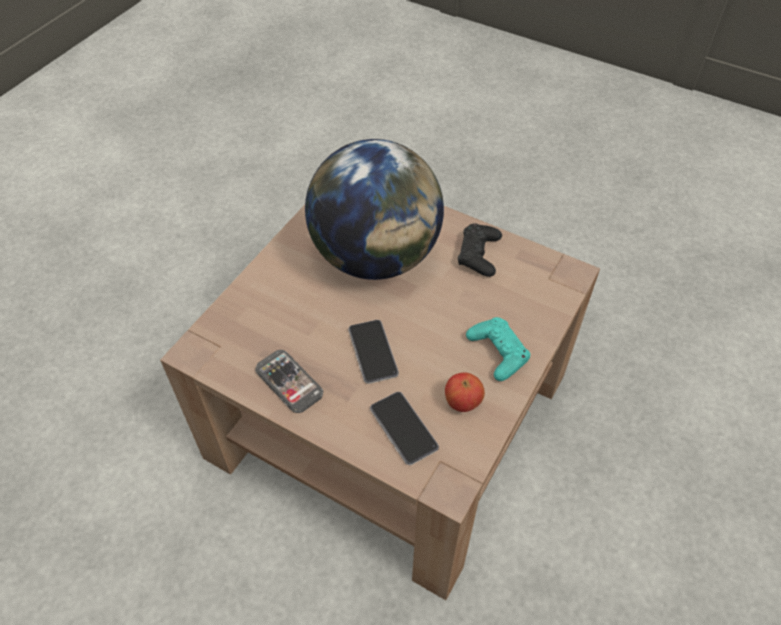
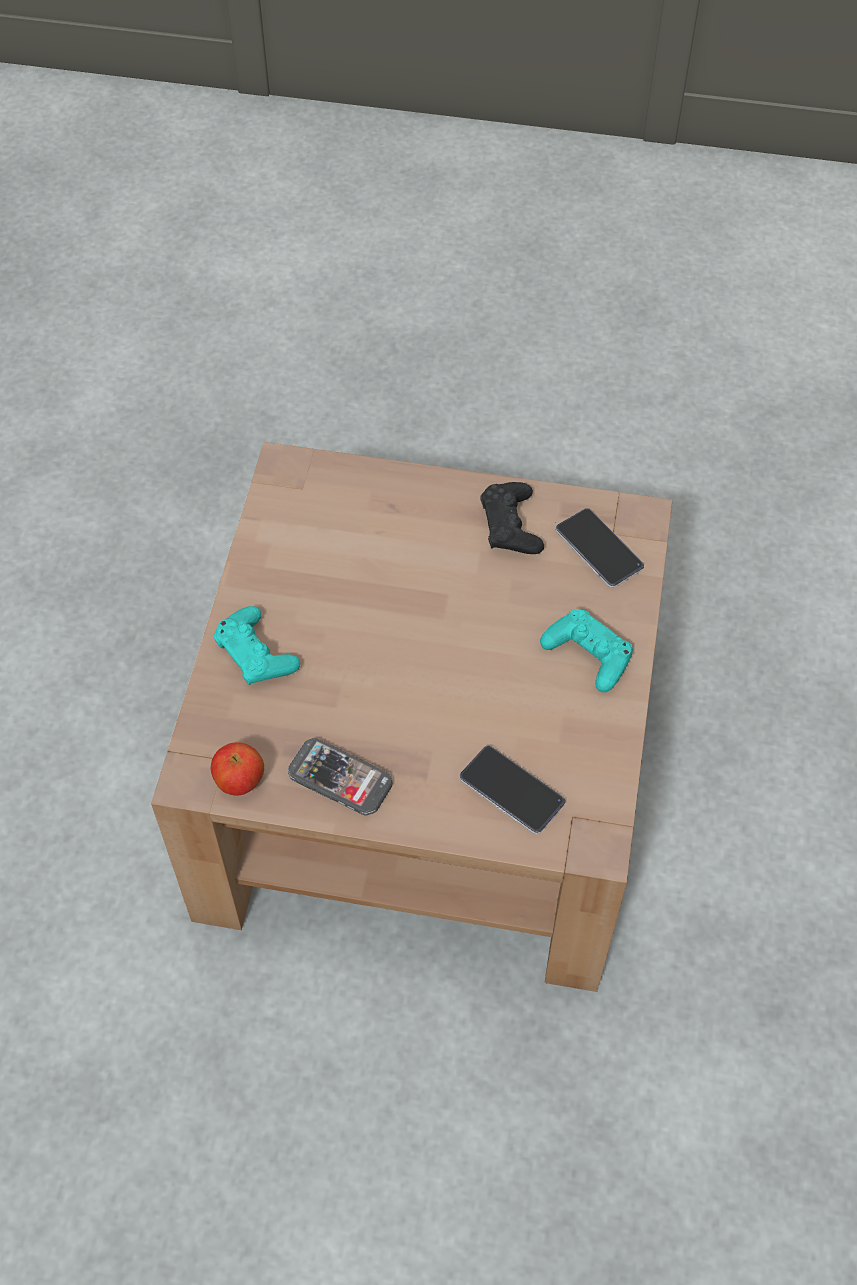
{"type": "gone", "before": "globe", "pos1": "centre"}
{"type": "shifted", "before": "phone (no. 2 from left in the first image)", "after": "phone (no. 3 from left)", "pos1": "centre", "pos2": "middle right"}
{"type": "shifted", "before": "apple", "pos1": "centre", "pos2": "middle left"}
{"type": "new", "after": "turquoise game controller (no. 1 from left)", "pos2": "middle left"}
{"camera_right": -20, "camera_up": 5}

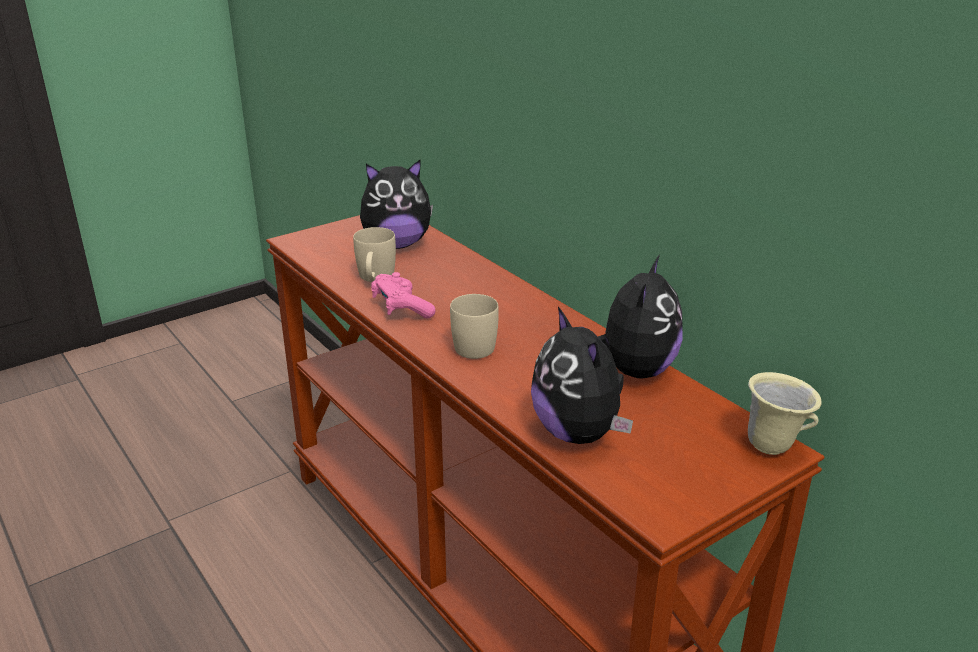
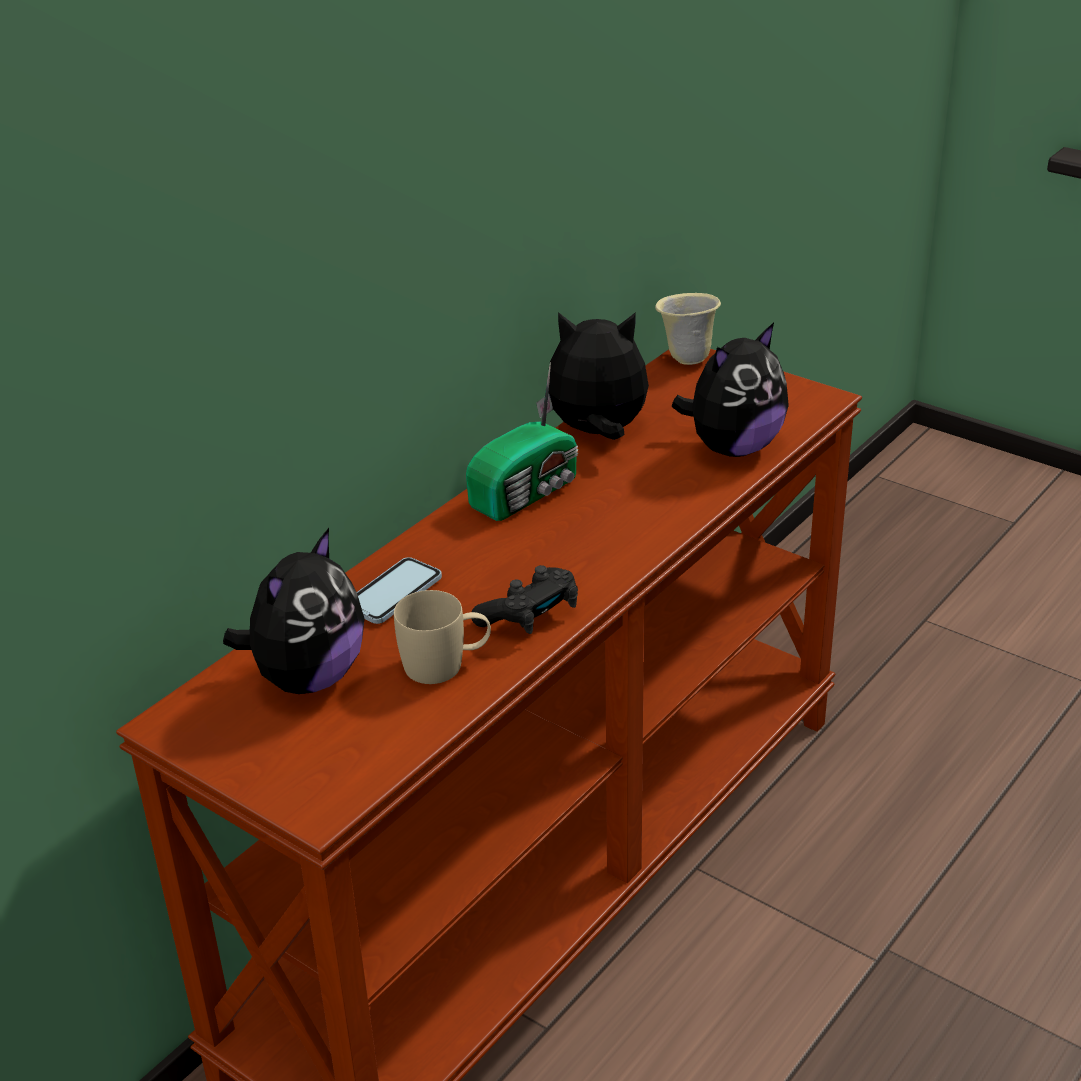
{"type": "rotated", "before": "plush toy (no. 1 from left)", "pos1": "top centre", "pos2": "middle left", "turn": 60}
{"type": "repainted", "before": "pink game controller", "after": "black game controller", "pos1": "centre", "pos2": "centre"}
{"type": "gone", "before": "beige mug (no. 2 from left)", "pos1": "centre"}
{"type": "new", "after": "radio", "pos2": "centre"}
{"type": "new", "after": "phone", "pos2": "centre"}
{"camera_right": -105, "camera_up": 5}

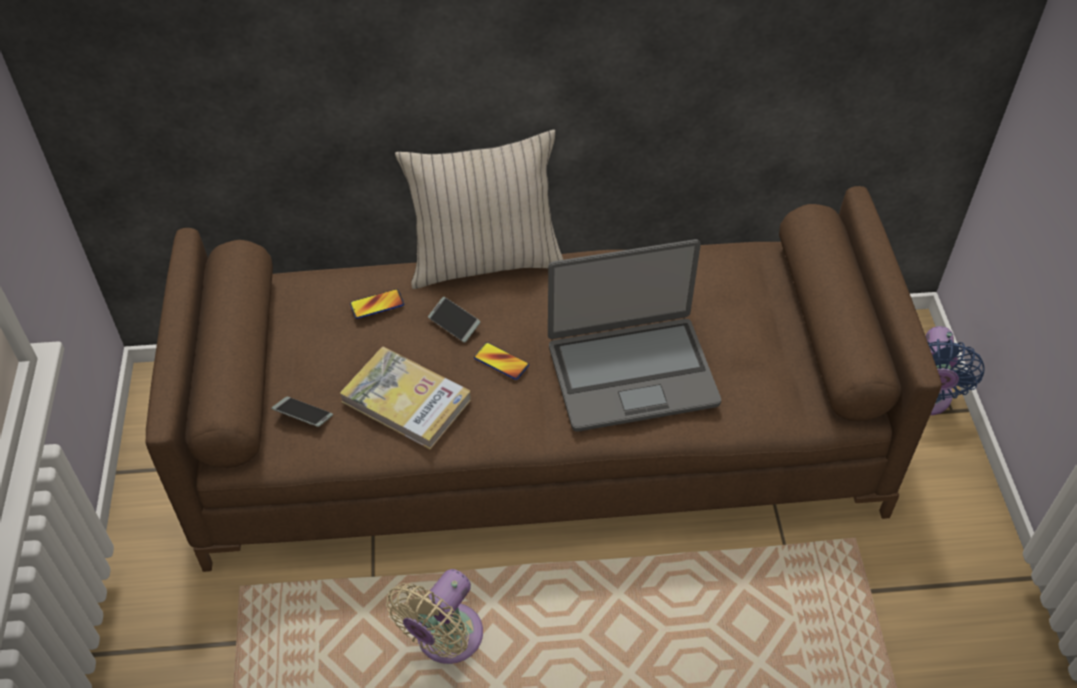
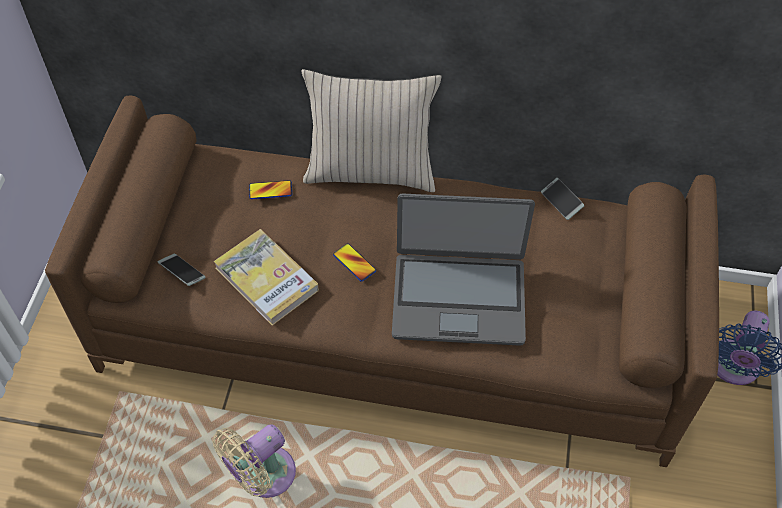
{"type": "shifted", "before": "phone (no. 3 from left in the first image)", "after": "phone (no. 4 from left)", "pos1": "centre", "pos2": "middle right"}
{"camera_right": 15, "camera_up": 5}

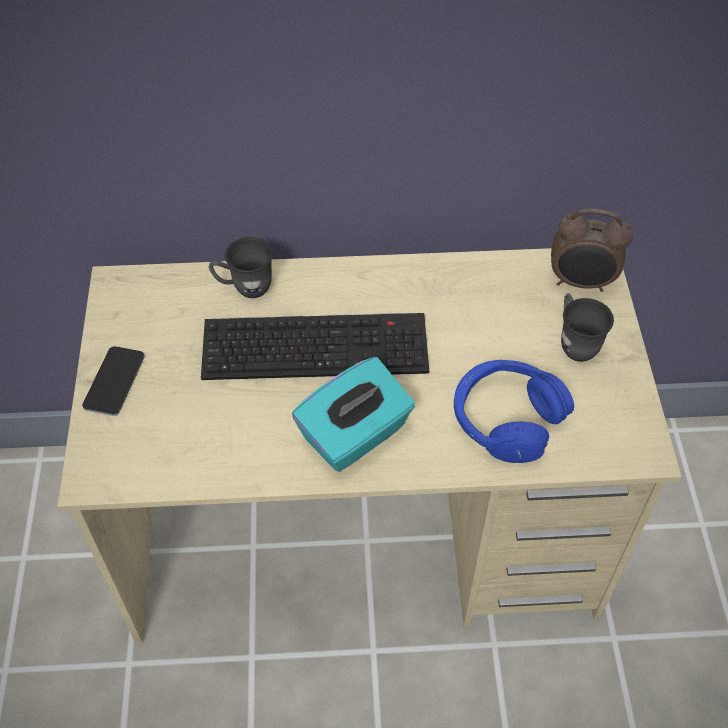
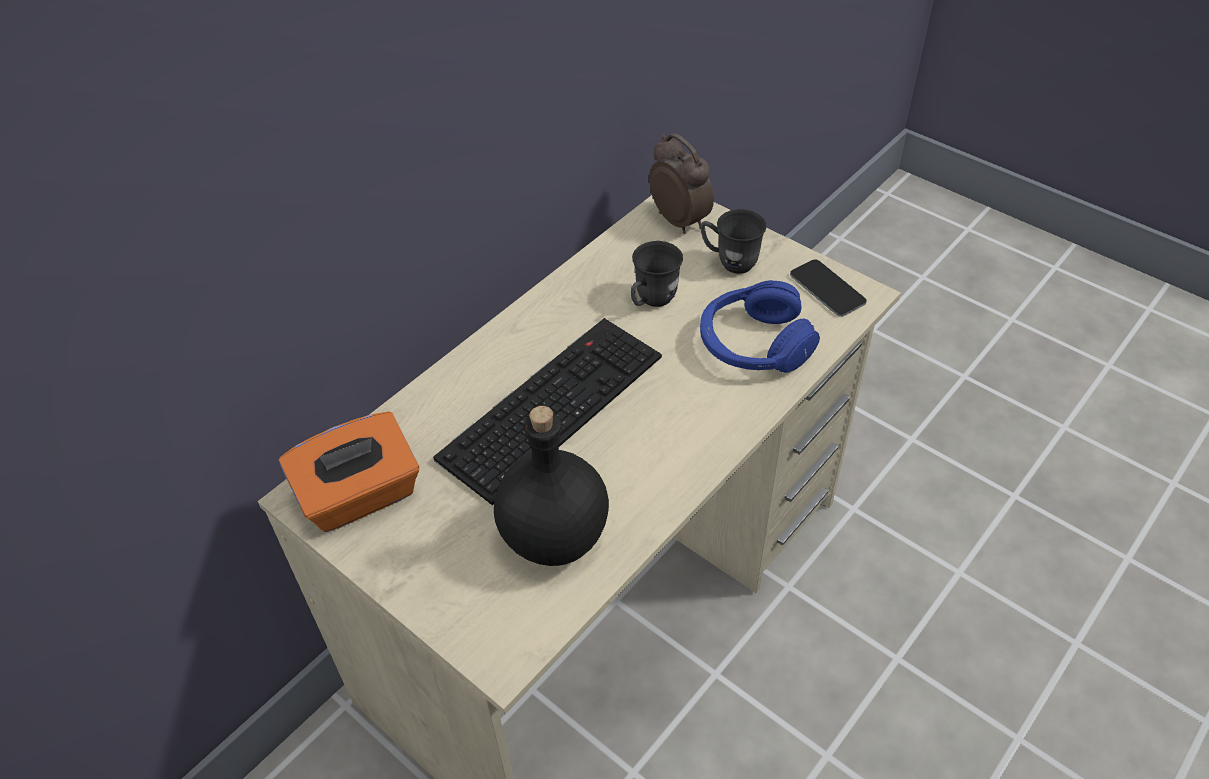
{"type": "rotated", "before": "alarm clock", "pos1": "middle right", "pos2": "top centre", "turn": -90}
{"type": "shifted", "before": "grey mug (no. 1 from left)", "pos1": "middle left", "pos2": "centre"}
{"type": "shifted", "before": "phone", "pos1": "middle left", "pos2": "middle right"}
{"type": "gone", "before": "turquoise tissue box", "pos1": "centre"}
{"type": "new", "after": "black bottle", "pos2": "centre"}
{"type": "new", "after": "orange tissue box", "pos2": "middle left"}
{"camera_right": -45, "camera_up": -5}

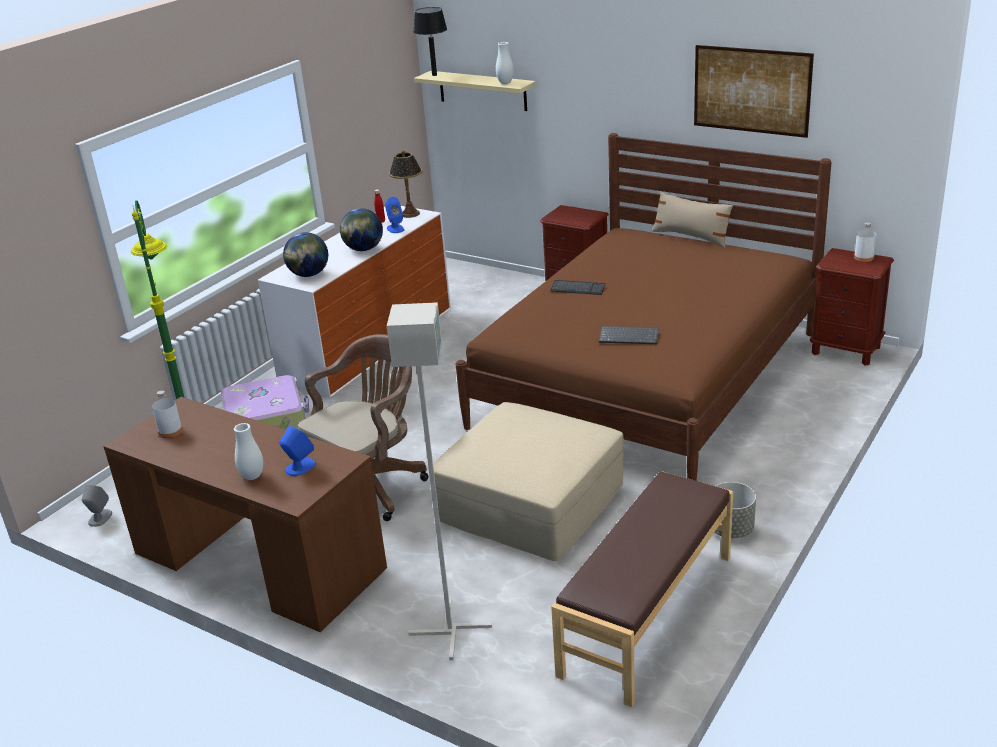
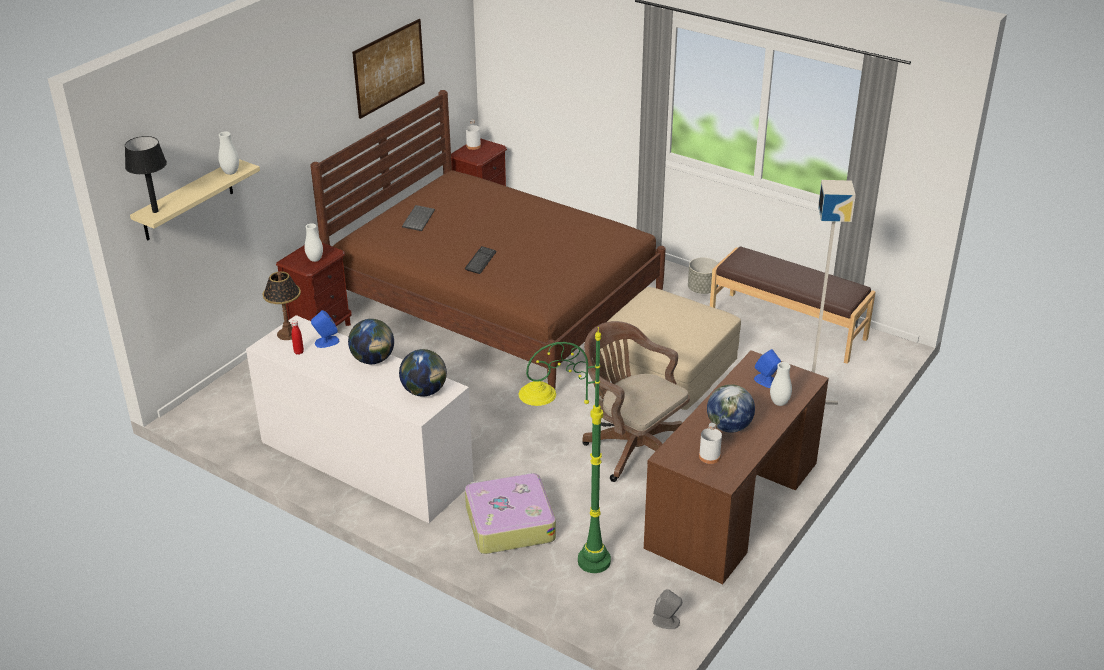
{"type": "gone", "before": "beige pillow", "pos1": "top right"}
{"type": "shifted", "before": "keyboard (no. 2 from left in the first image)", "after": "keyboard (no. 1 from left)", "pos1": "centre", "pos2": "top centre"}
{"type": "new", "after": "white vase (no. 2 from left)", "pos2": "middle left"}
{"type": "new", "after": "globe (no. 3 from left)", "pos2": "centre"}
{"camera_right": -90, "camera_up": 5}

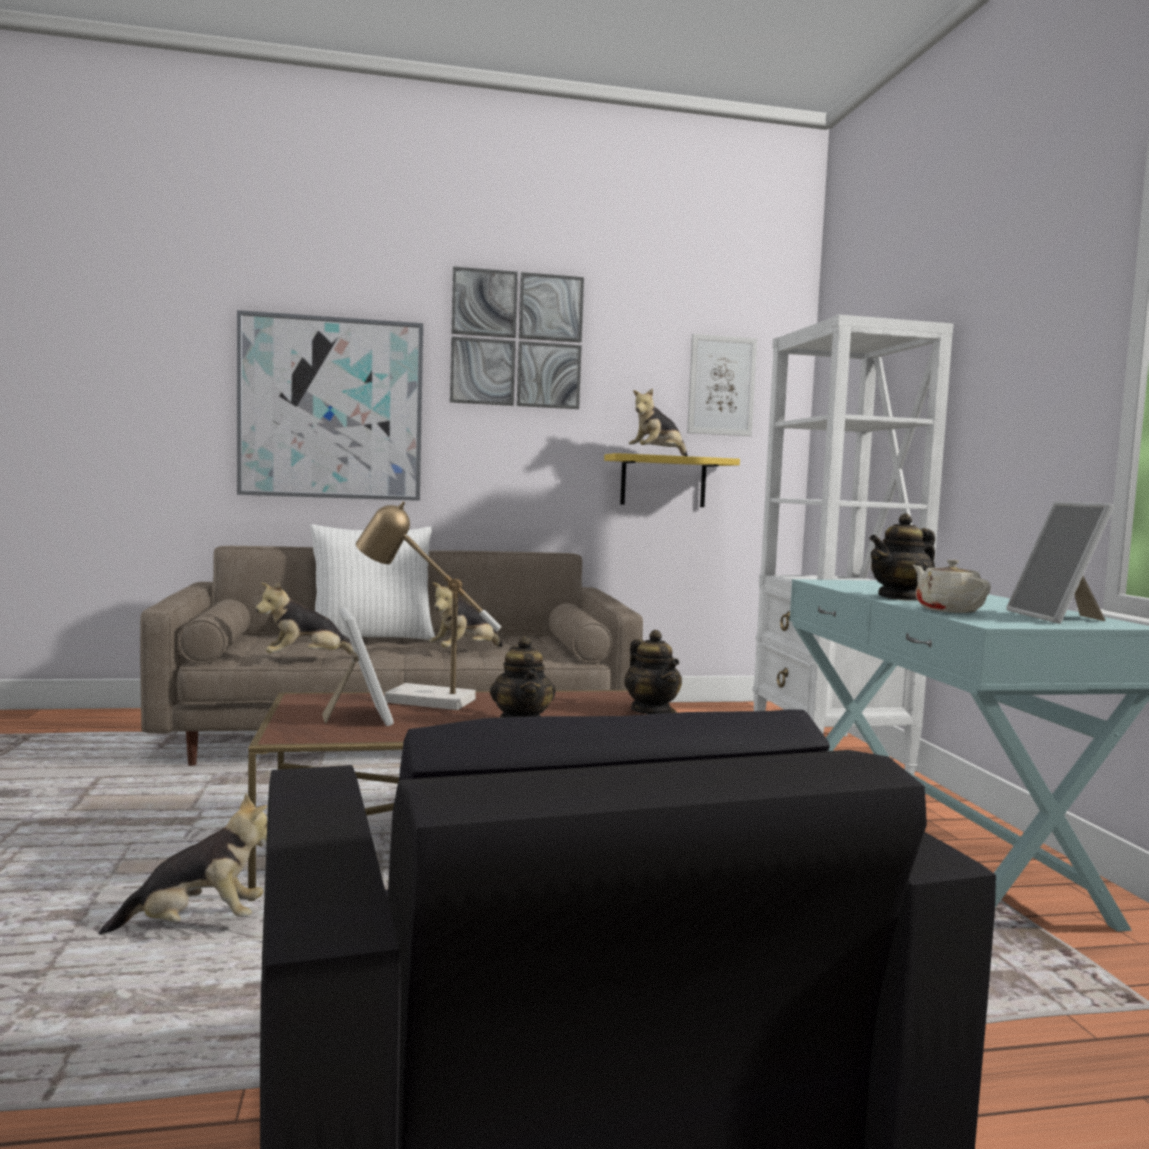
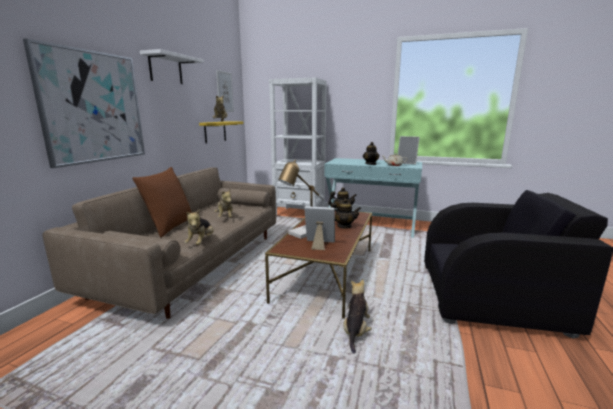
{"type": "swapped", "before": "picture (no. 2 from left)", "after": "white shelf", "pos1": "top centre", "pos2": "top left"}
{"type": "repainted", "before": "white pillow", "after": "brown pillow", "pos1": "middle left", "pos2": "middle left"}
{"camera_right": -60, "camera_up": 10}

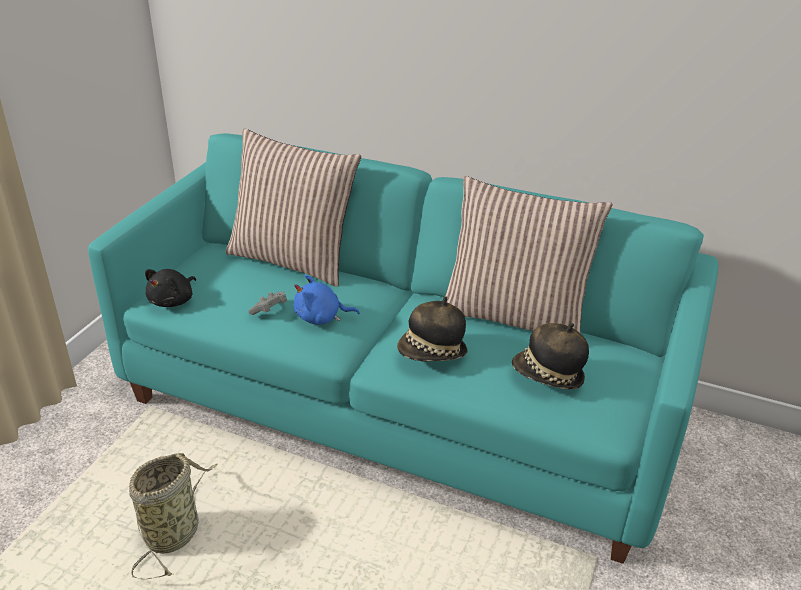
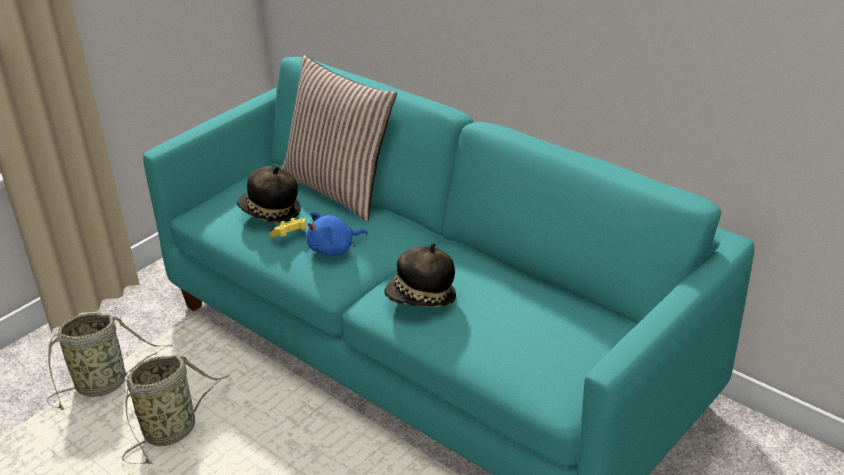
{"type": "gone", "before": "pillow (no. 2 from left)", "pos1": "centre"}
{"type": "gone", "before": "black plush toy", "pos1": "middle left"}
{"type": "rotated", "before": "blue plush toy", "pos1": "centre", "pos2": "centre", "turn": -45}
{"type": "repainted", "before": "grey game controller", "after": "yellow game controller", "pos1": "centre", "pos2": "centre"}
{"type": "shifted", "before": "hat (no. 2 from left in the first image)", "after": "hat (no. 1 from left)", "pos1": "middle right", "pos2": "middle left"}
{"type": "new", "after": "basket (no. 1 from left)", "pos2": "bottom left"}
{"camera_right": 20, "camera_up": 0}

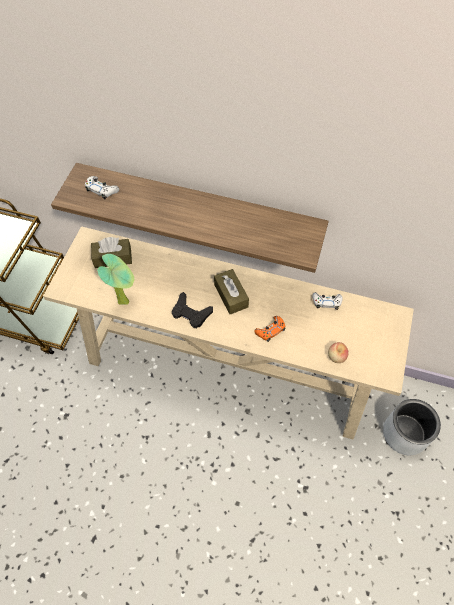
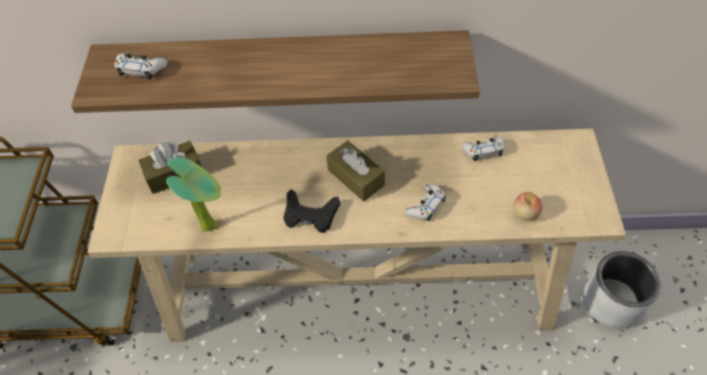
{"type": "repainted", "before": "orange game controller", "after": "white game controller (no. 2 from left)", "pos1": "centre", "pos2": "centre"}
{"camera_right": -15, "camera_up": -5}

